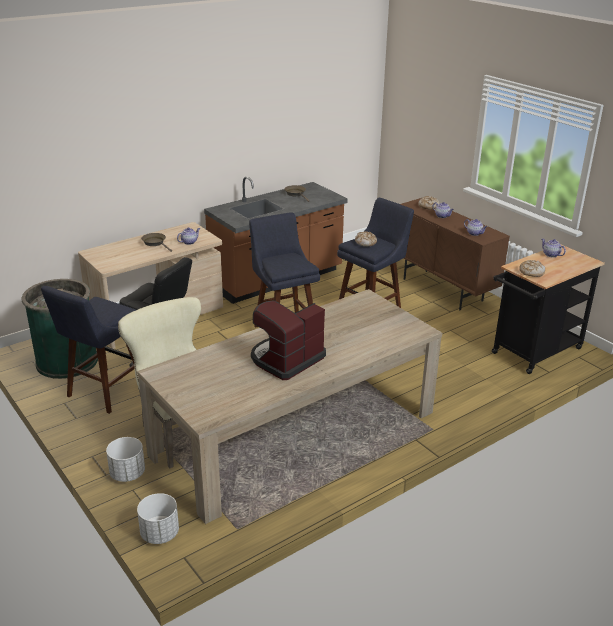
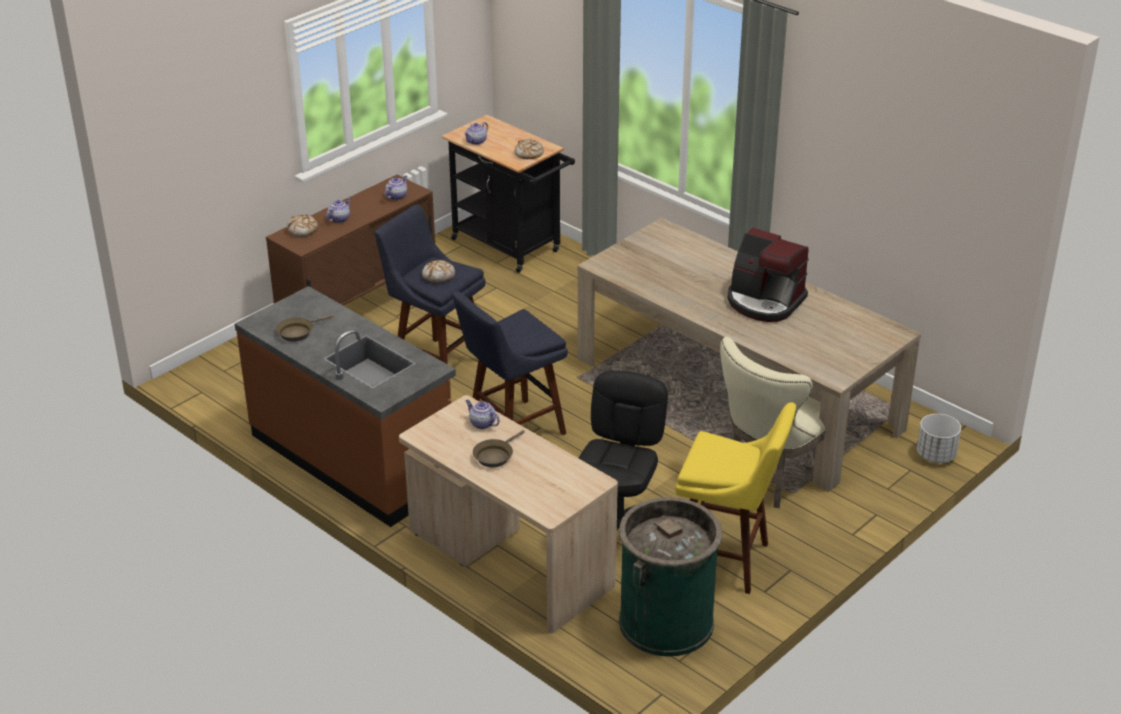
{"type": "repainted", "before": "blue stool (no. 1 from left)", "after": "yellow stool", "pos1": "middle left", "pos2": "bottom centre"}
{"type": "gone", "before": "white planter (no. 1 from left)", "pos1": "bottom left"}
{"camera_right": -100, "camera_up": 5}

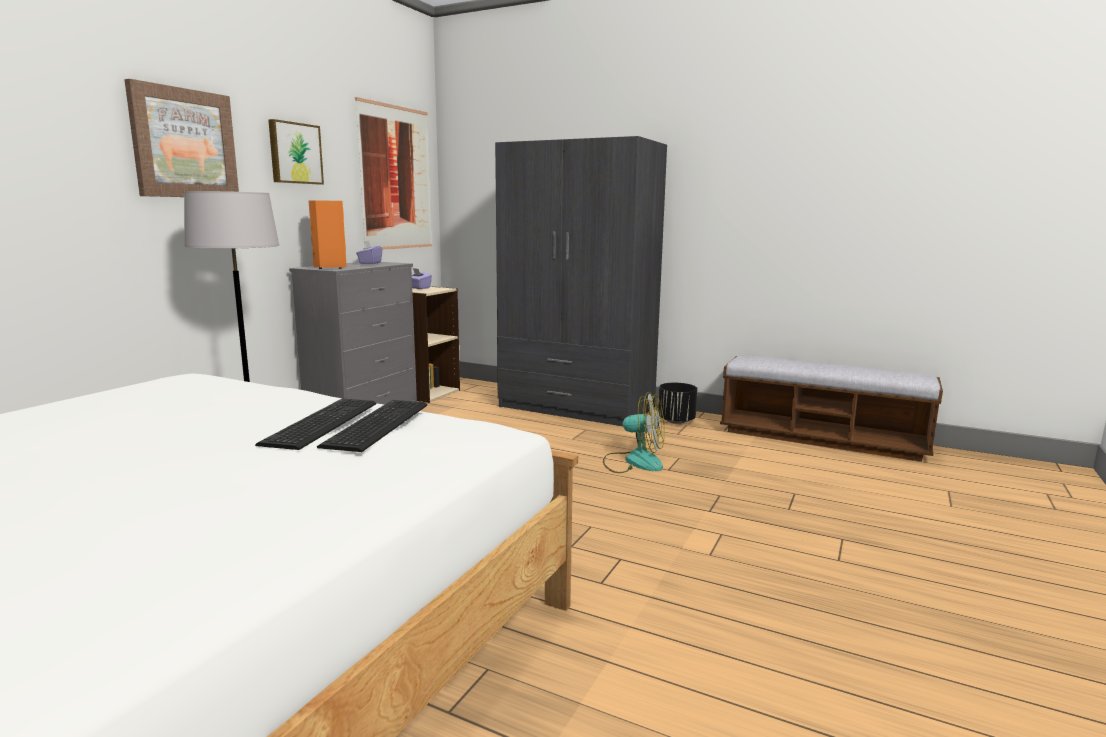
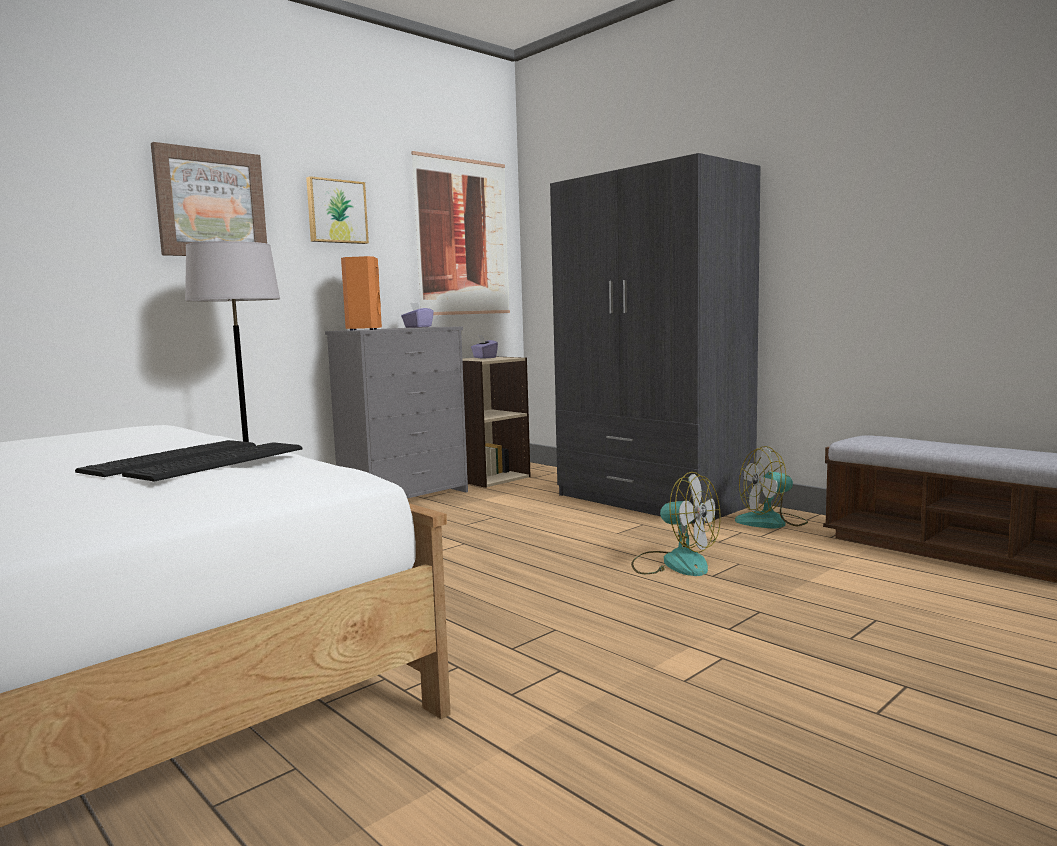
{"type": "swapped", "before": "black planter", "after": "fan (no. 2 from left)", "pos1": "centre", "pos2": "middle right"}
{"camera_right": 20, "camera_up": -5}

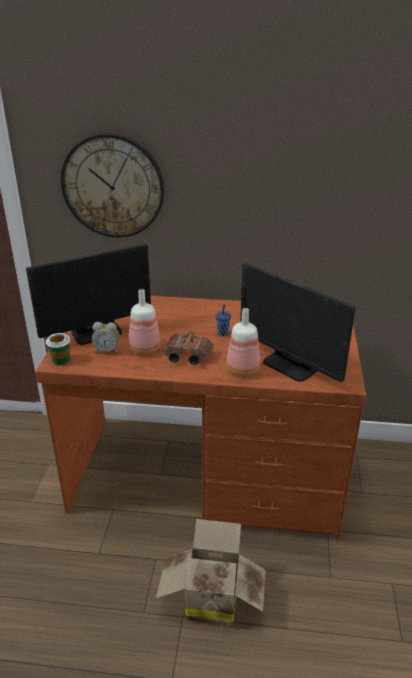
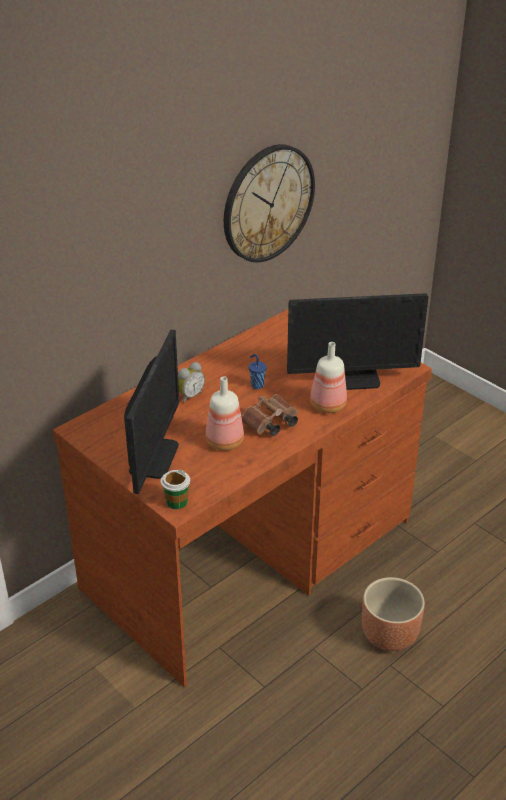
{"type": "shifted", "before": "wall clock", "pos1": "top left", "pos2": "top centre"}
{"type": "shifted", "before": "alarm clock", "pos1": "middle left", "pos2": "centre"}
{"type": "swapped", "before": "cardboard box", "after": "brown planter", "pos1": "bottom centre", "pos2": "bottom right"}
{"camera_right": -50, "camera_up": 5}

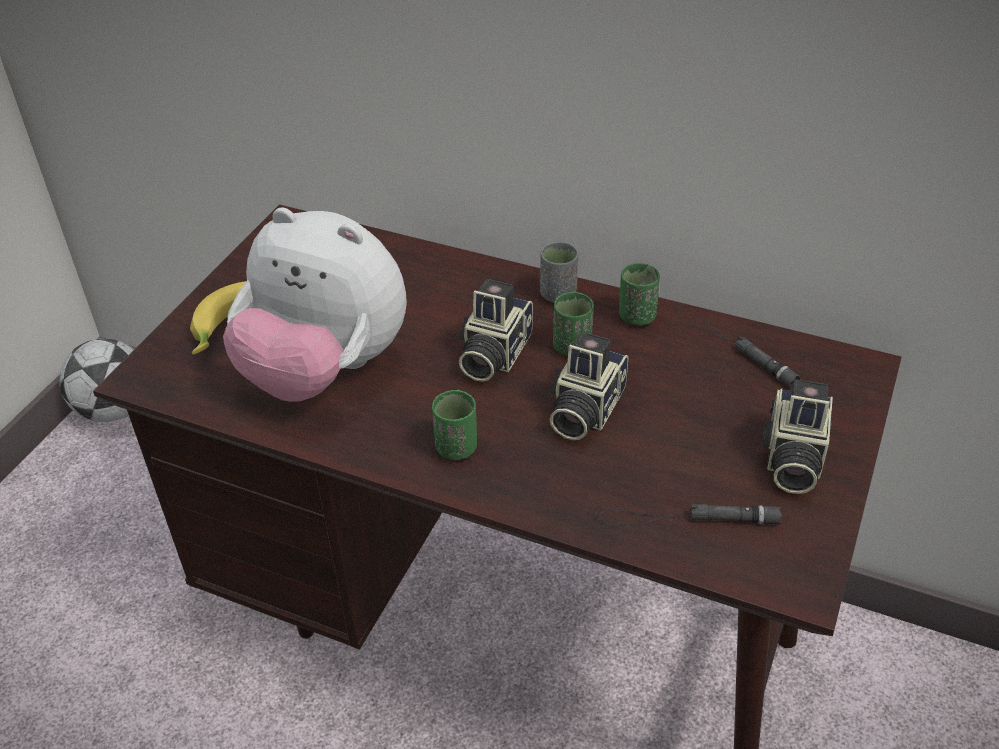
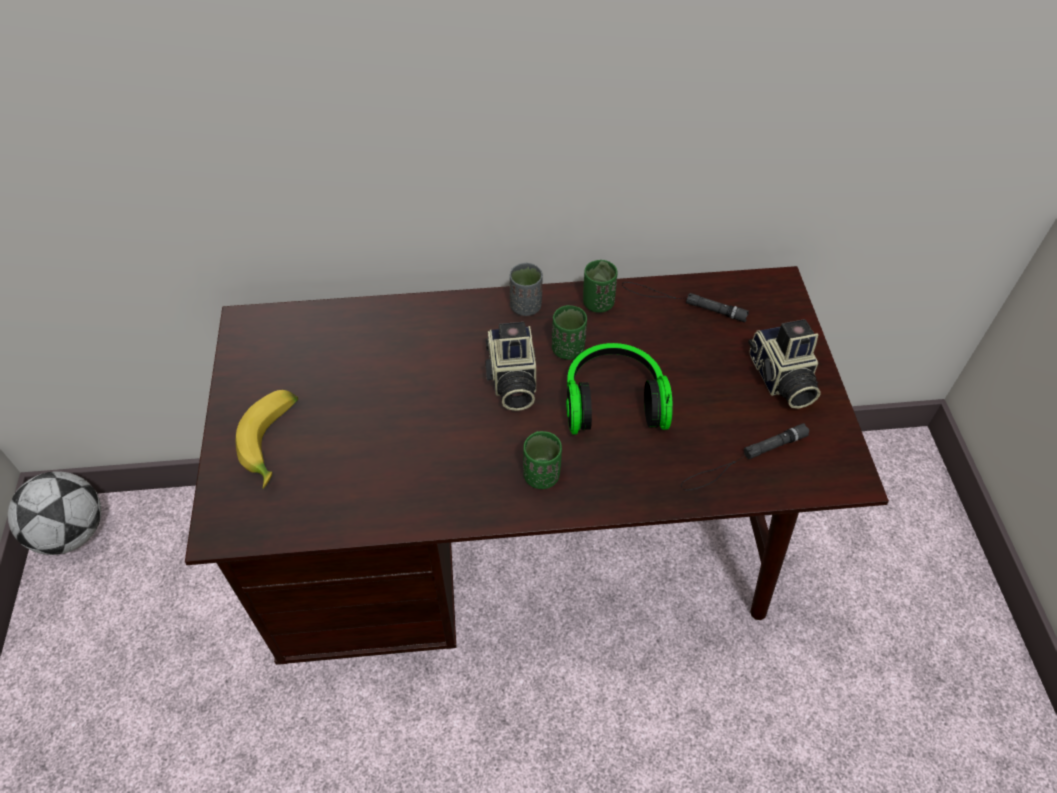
{"type": "gone", "before": "plush toy", "pos1": "middle left"}
{"type": "swapped", "before": "photo camera (no. 2 from left)", "after": "headphones", "pos1": "centre", "pos2": "centre"}
{"camera_right": -30, "camera_up": 10}

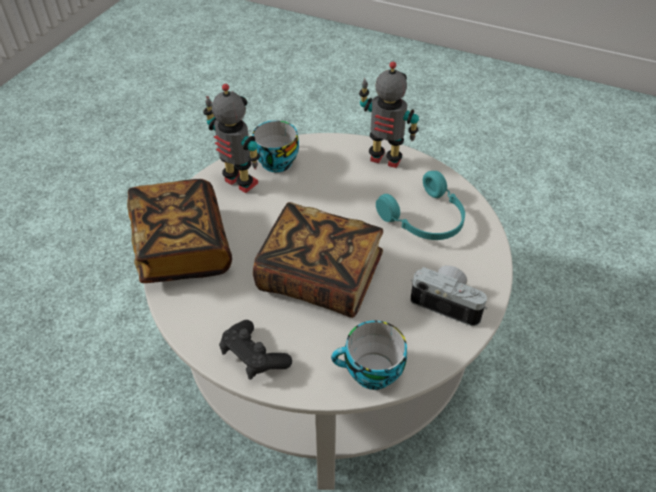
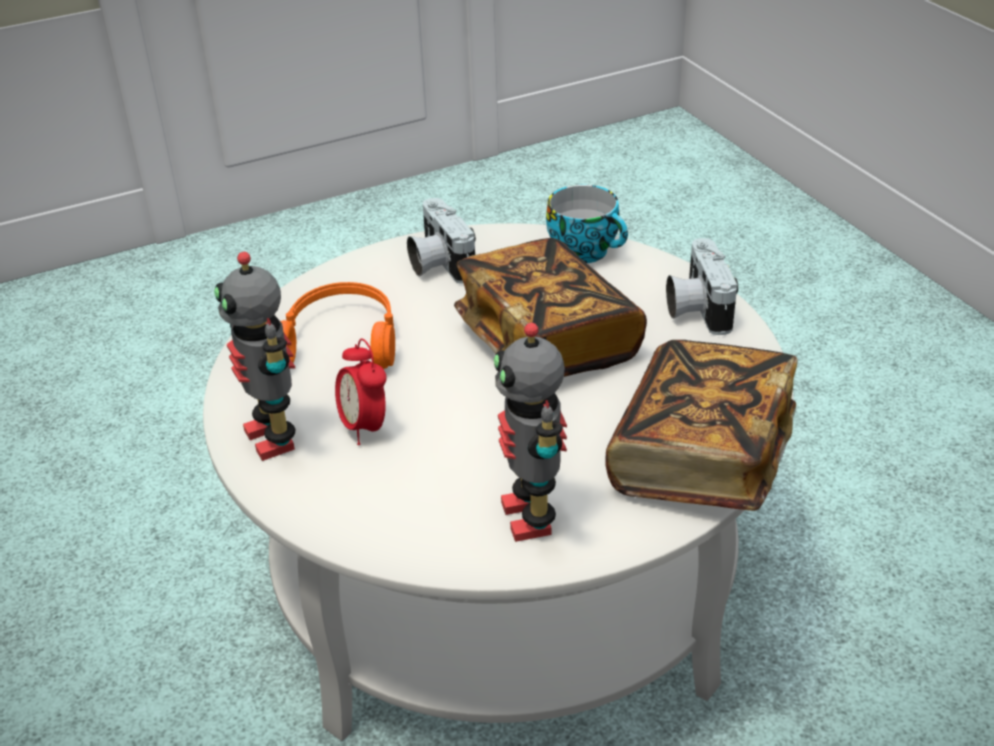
{"type": "gone", "before": "cup (no. 1 from left)", "pos1": "top centre"}
{"type": "repainted", "before": "turquoise headphones", "after": "orange headphones", "pos1": "centre", "pos2": "centre"}
{"type": "swapped", "before": "black game controller", "after": "photo camera (no. 2 from left)", "pos1": "bottom centre", "pos2": "middle right"}
{"type": "new", "after": "alarm clock", "pos2": "centre"}
{"camera_right": -140, "camera_up": -10}

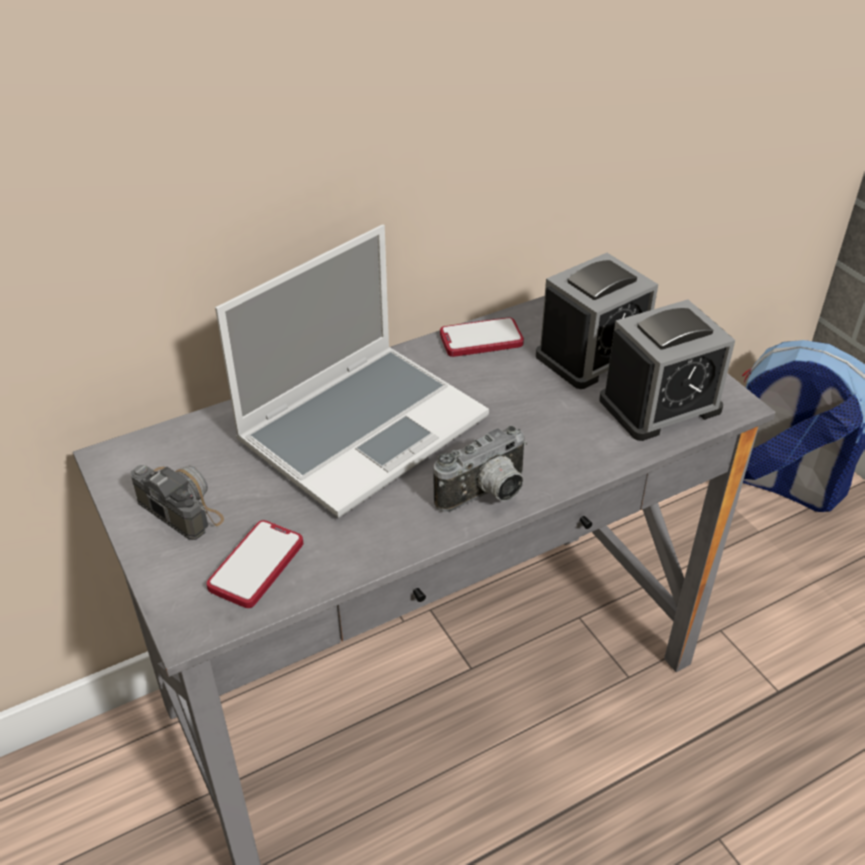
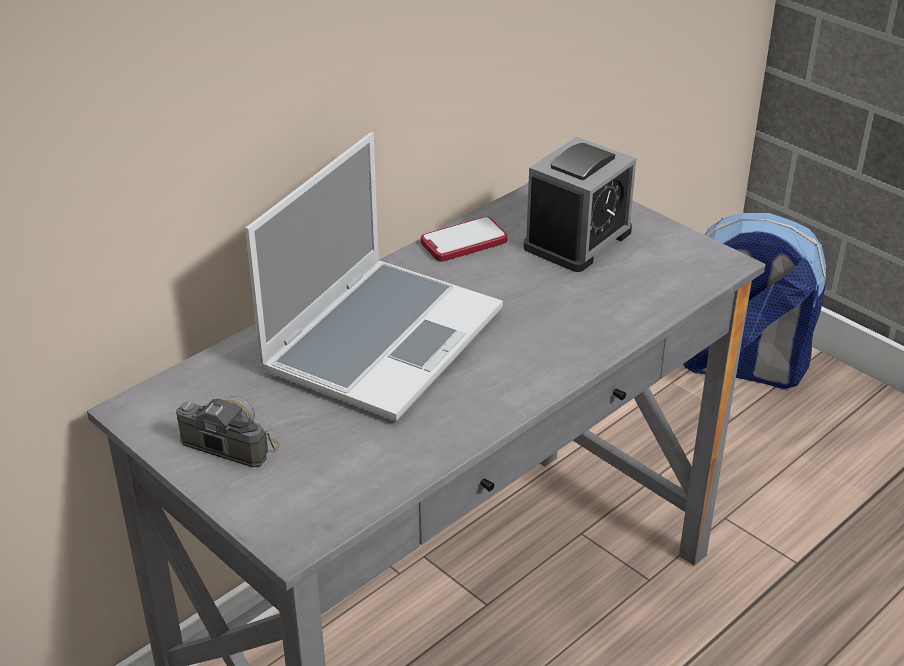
{"type": "gone", "before": "alarm clock (no. 2 from left)", "pos1": "middle right"}
{"type": "gone", "before": "photo camera (no. 2 from left)", "pos1": "centre"}
{"type": "gone", "before": "phone (no. 1 from left)", "pos1": "middle left"}
{"camera_right": -15, "camera_up": -5}

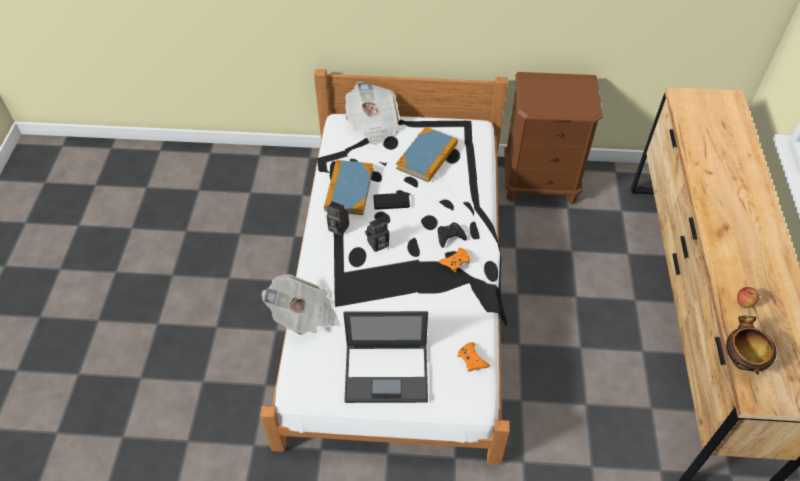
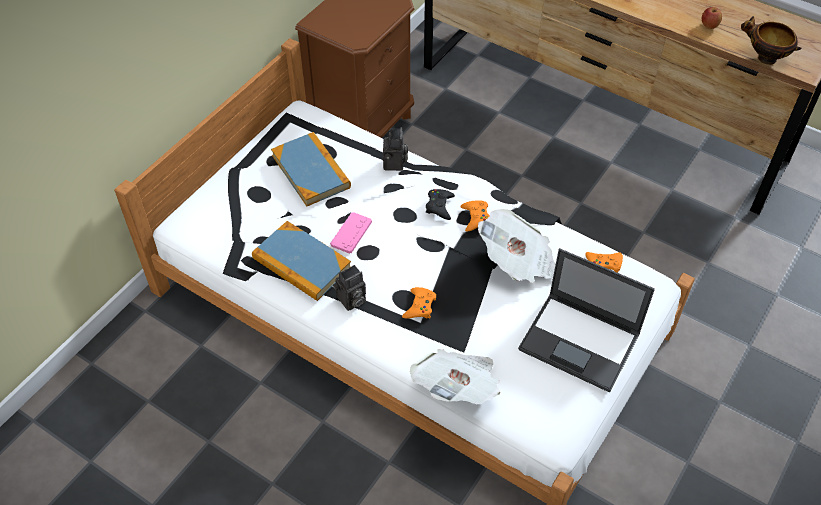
{"type": "shifted", "before": "newspaper (no. 2 from left)", "pos1": "top centre", "pos2": "centre"}
{"type": "repainted", "before": "black game controller (no. 1 from left)", "after": "pink game controller", "pos1": "centre", "pos2": "centre"}
{"type": "shifted", "before": "photo camera (no. 2 from left)", "pos1": "centre", "pos2": "top centre"}
{"type": "rotated", "before": "laptop", "pos1": "bottom centre", "pos2": "middle right", "turn": 90}
{"type": "new", "after": "orange game controller (no. 1 from left)", "pos2": "centre"}
{"camera_right": -60, "camera_up": 0}

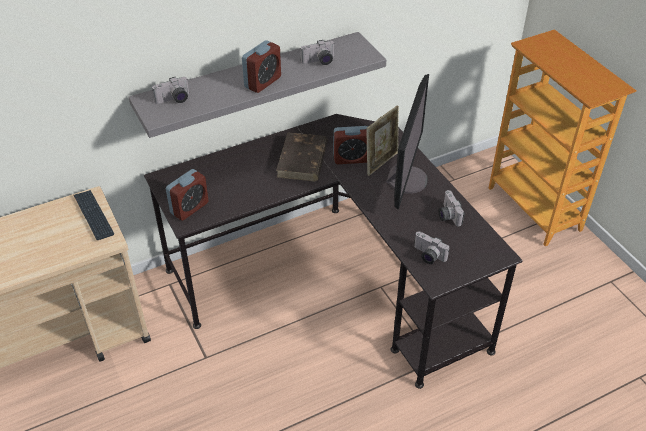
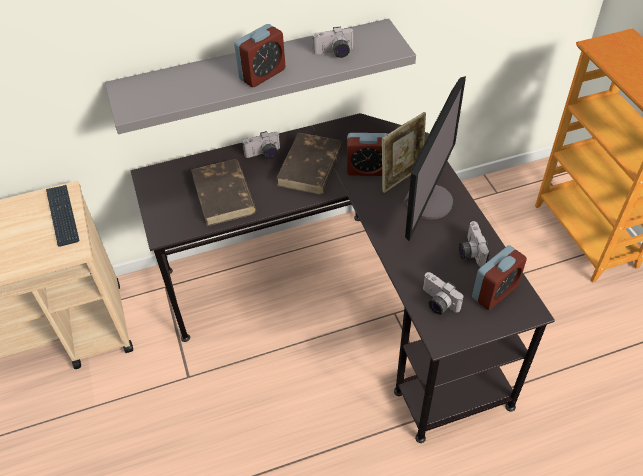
{"type": "shifted", "before": "photo camera (no. 1 from left)", "pos1": "top left", "pos2": "top centre"}
{"type": "shifted", "before": "alarm clock (no. 1 from left in the first image)", "after": "alarm clock (no. 3 from left)", "pos1": "middle left", "pos2": "middle right"}
{"type": "new", "after": "brown book (no. 1 from left)", "pos2": "centre"}
{"camera_right": 10, "camera_up": 5}

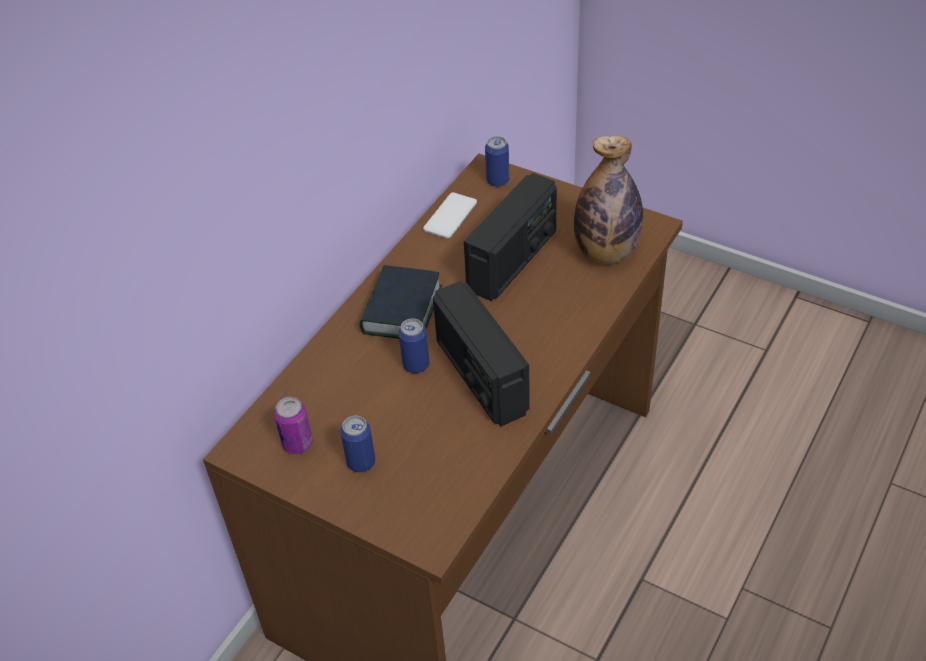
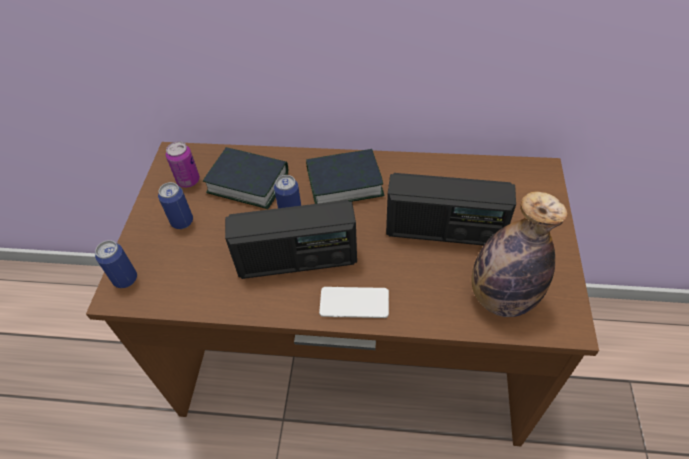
{"type": "shifted", "before": "can (no. 4 from left in the first image)", "after": "can (no. 1 from left)", "pos1": "top centre", "pos2": "middle left"}
{"type": "shifted", "before": "phone", "pos1": "top centre", "pos2": "centre"}
{"type": "rotated", "before": "radio (no. 1 from left)", "pos1": "centre", "pos2": "centre", "turn": -135}
{"type": "new", "after": "book (no. 1 from left)", "pos2": "centre"}
{"camera_right": 65, "camera_up": 5}

